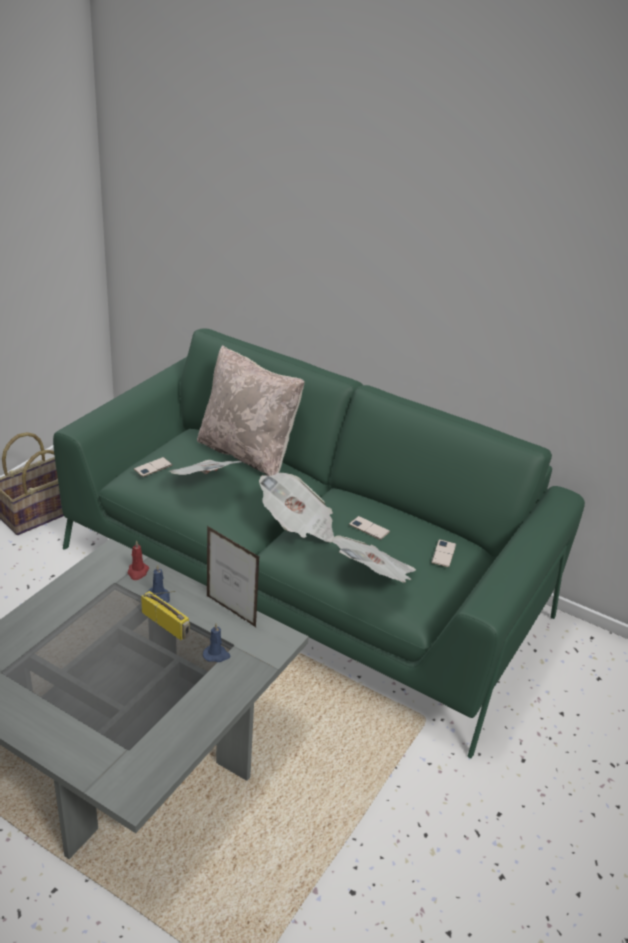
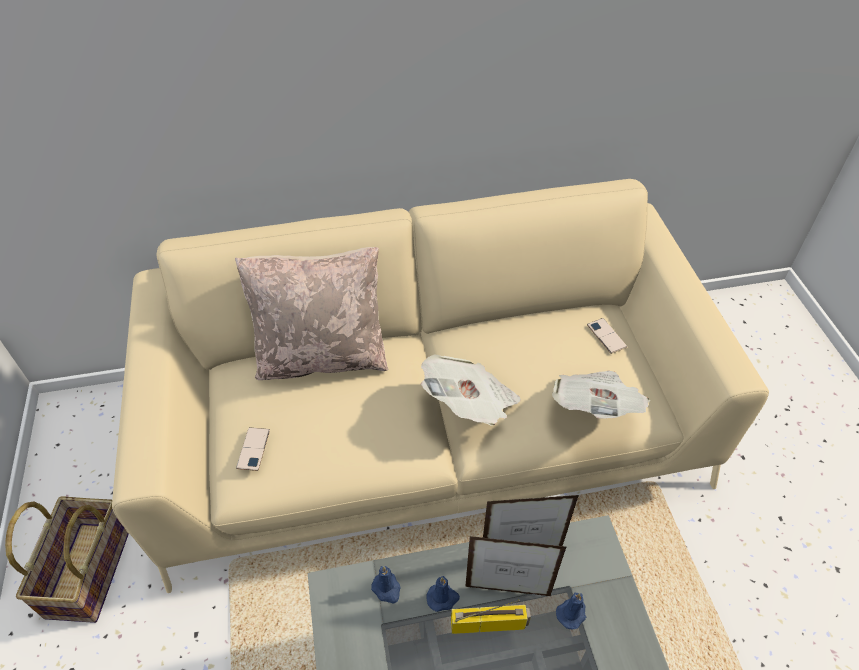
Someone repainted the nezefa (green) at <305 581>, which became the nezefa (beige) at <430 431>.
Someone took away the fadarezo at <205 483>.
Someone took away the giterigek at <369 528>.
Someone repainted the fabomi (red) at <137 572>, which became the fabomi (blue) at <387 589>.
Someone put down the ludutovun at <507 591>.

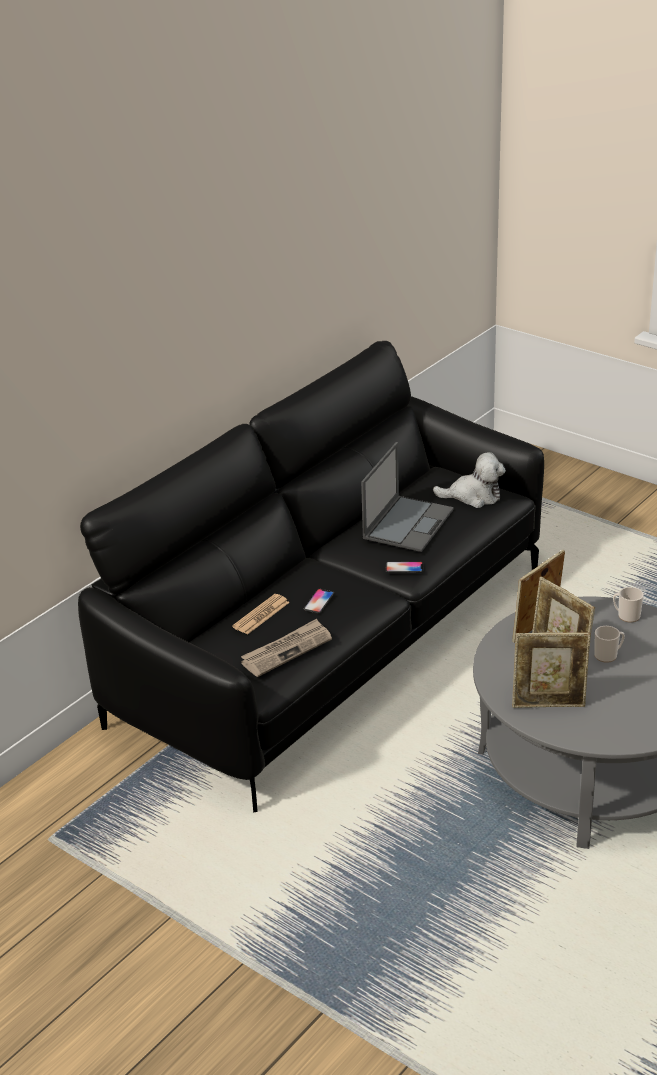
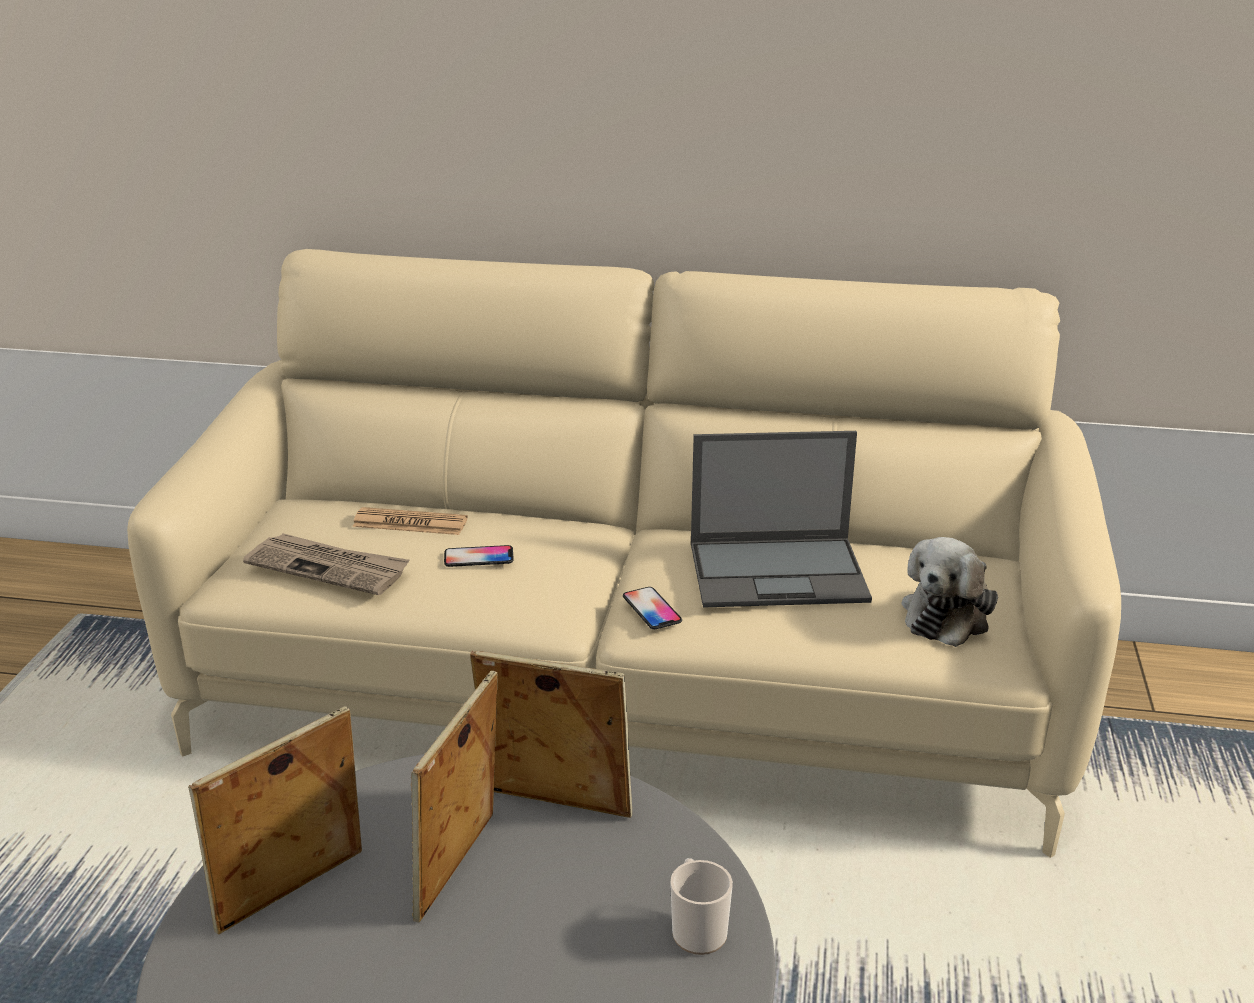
Someone repainted the nezefa (black) at <333 644>, which became the nezefa (beige) at <628 696>.
Someone rotated the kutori at <473 496> by 60 degrees clockwise.
Someone took away the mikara at <608 655>.
Someone rotated the ludutovun at <549 704> by 75 degrees clockwise.

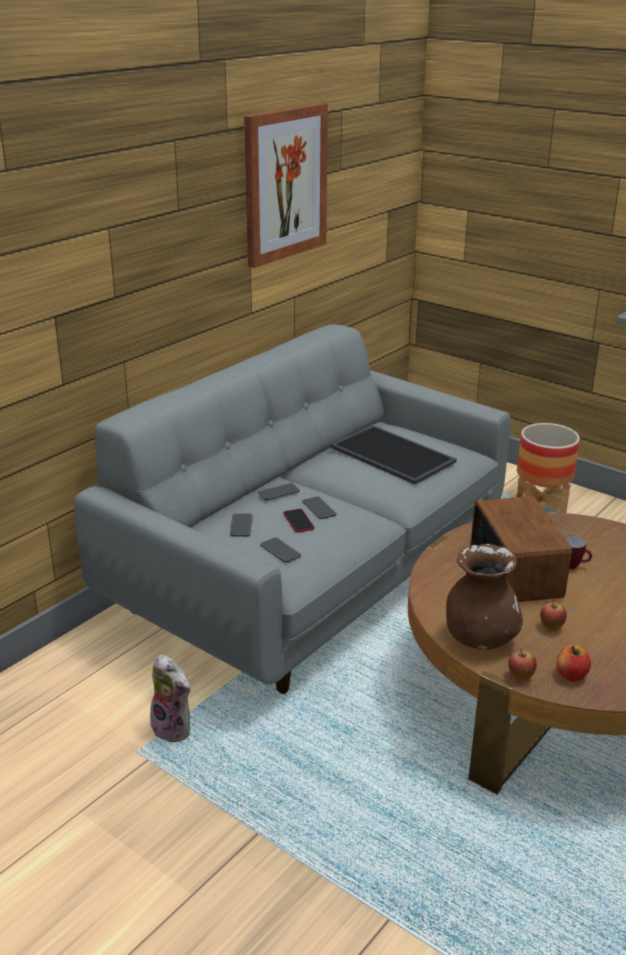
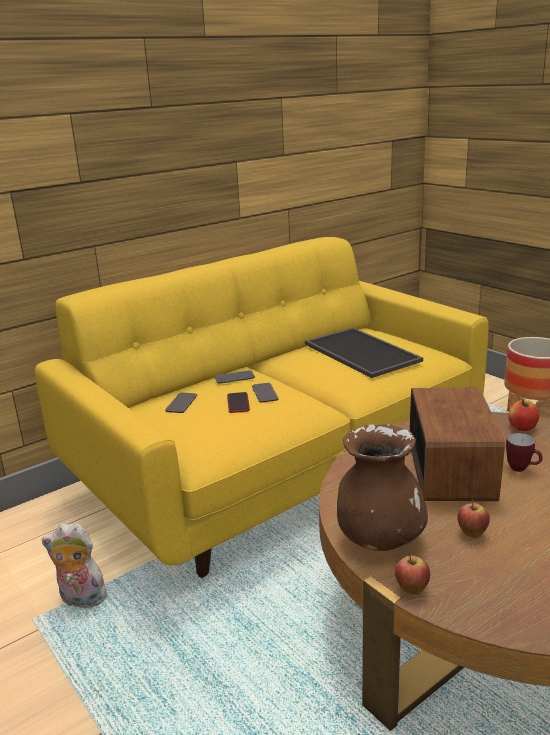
Someone took away the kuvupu at <284 184>.
Someone repainted the nezefa (grey) at <311 575>, which became the nezefa (yellow) at <279 466>.
Someone took away the giterigek at <280 551>.
Someone carried the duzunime from <571 675> to <522 427>.
Someone rotated the kutori at <174 728> by 135 degrees clockwise.

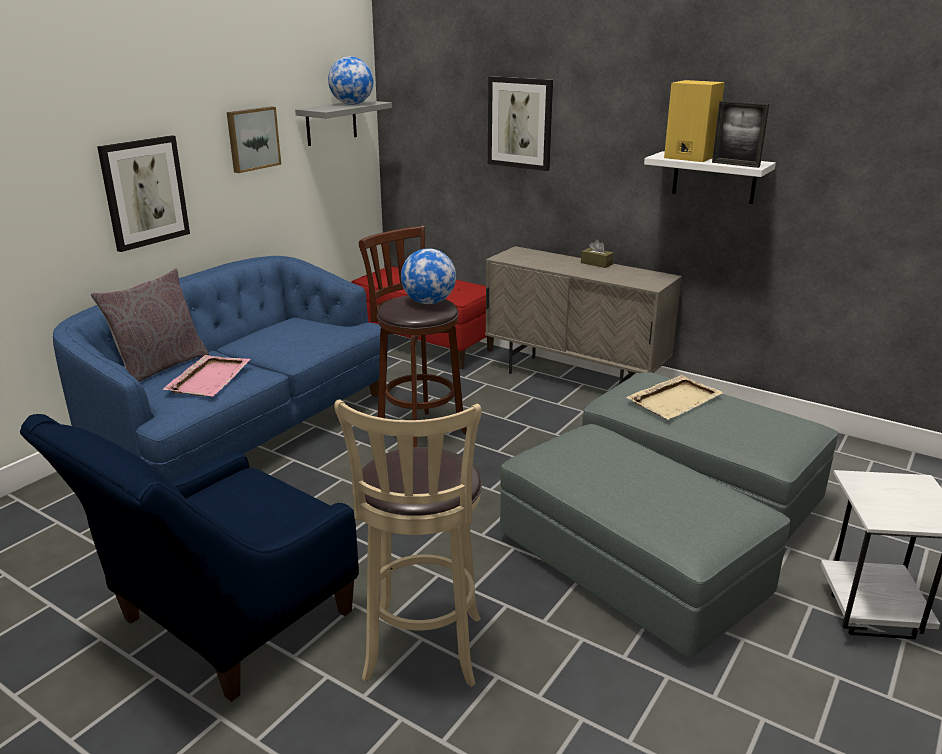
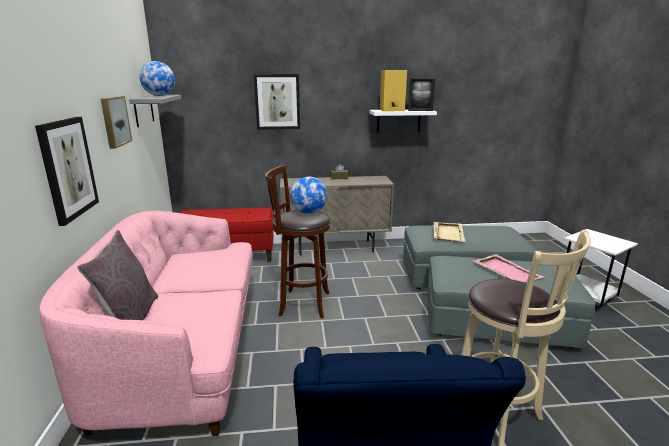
Someone repainted the nezefa (blue) at <244 430>, which became the nezefa (pink) at <183 349>.
Someone carried the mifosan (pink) from <209 378> to <506 271>.

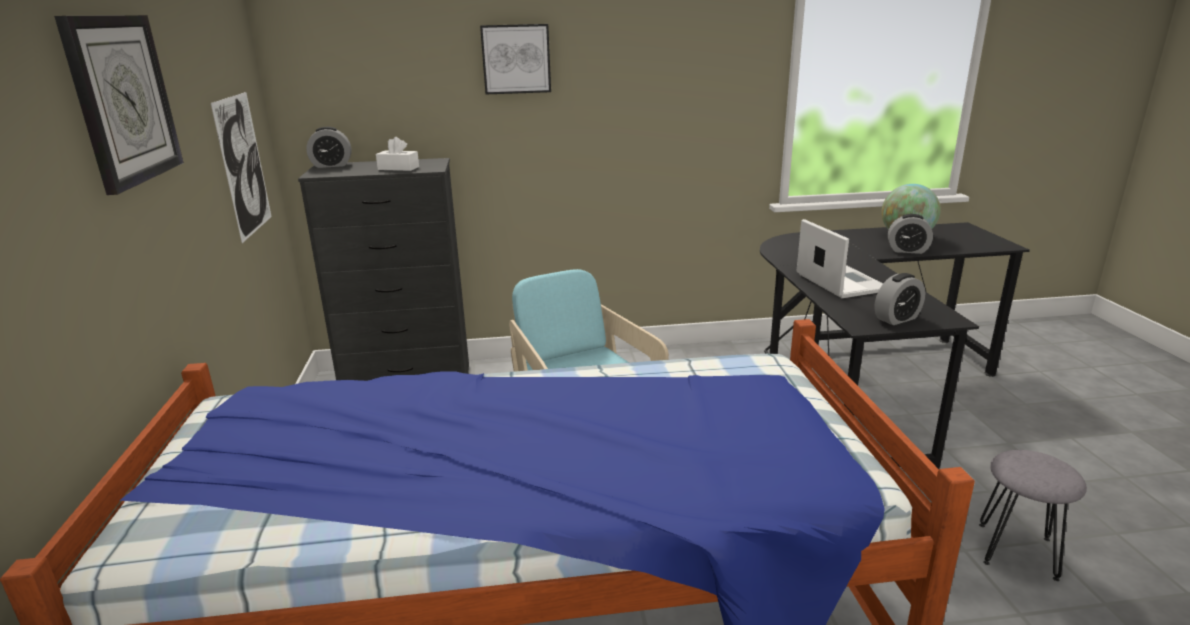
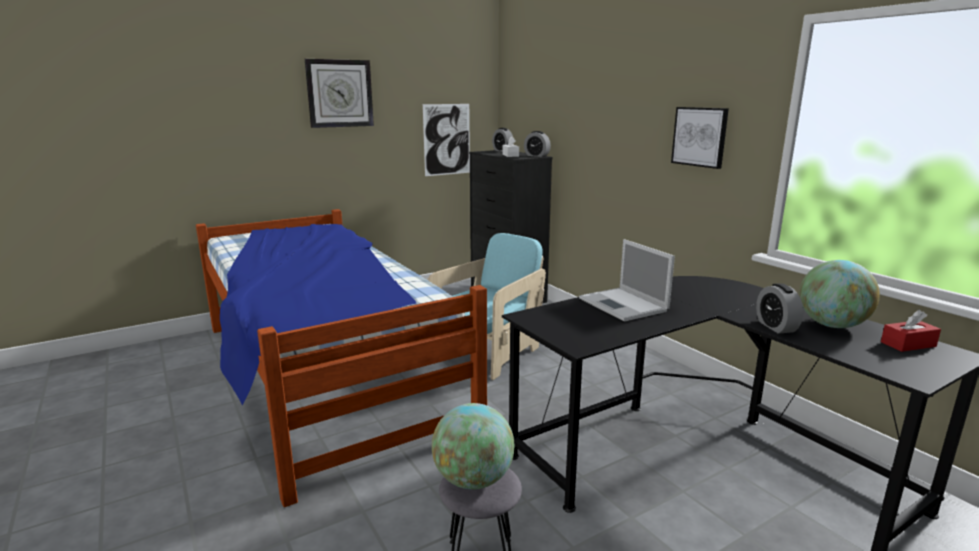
Someone carried the kuvupu from <516 59> to <700 137>.
Someone rotated the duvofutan at <840 282> by 105 degrees clockwise.
Someone carried the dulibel from <897 319> to <536 156>.
Someone put down the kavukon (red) at <908 344>.
Someone put down the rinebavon at <473 480>.

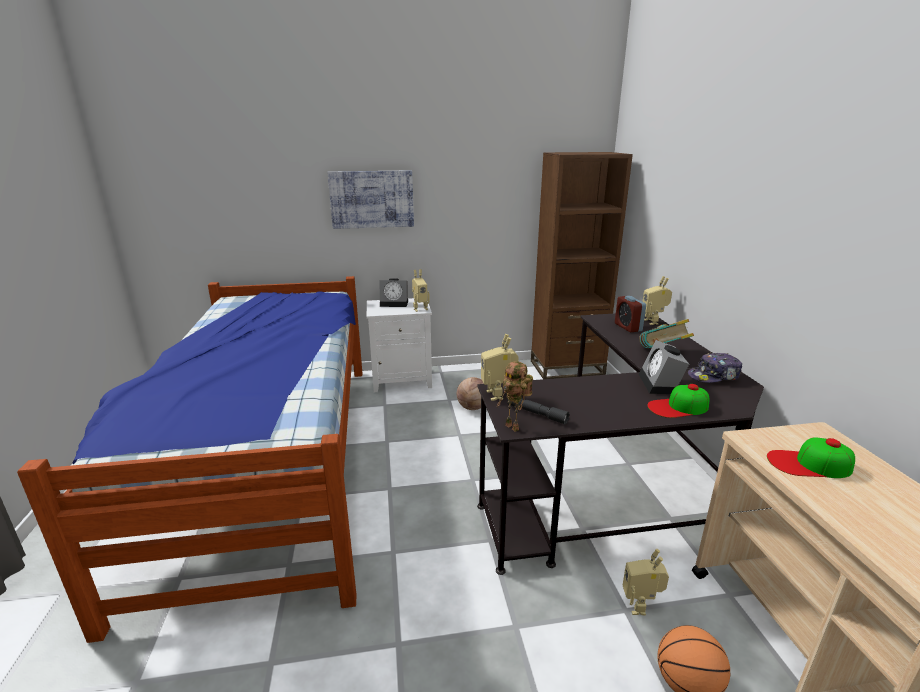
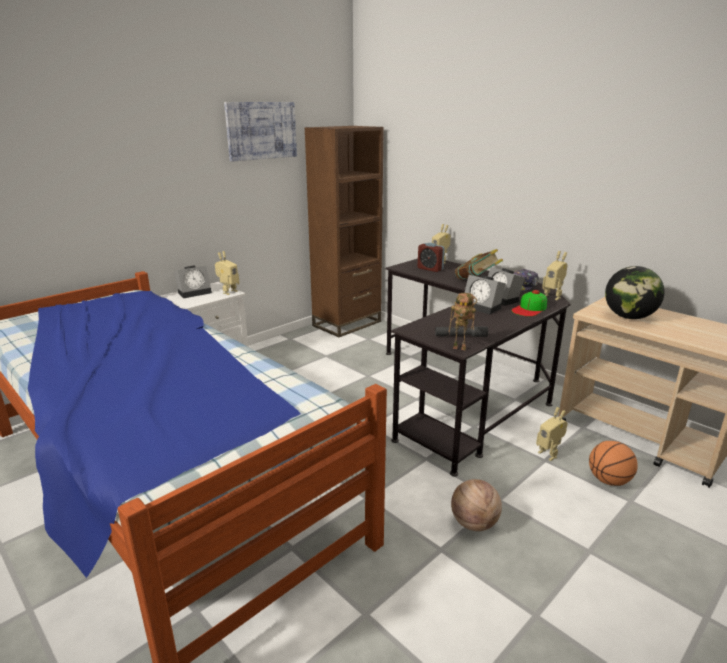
Someone carried the kuvupu from <372 199> to <261 130>.
Someone carried the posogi from <498 394> to <553 296>.
Someone carried the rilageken from <472 408> to <474 524>.
Someone swapped the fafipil at <809 464> for the rinebavon at <629 317>.
Someone put down the dulibel at <483 307>.

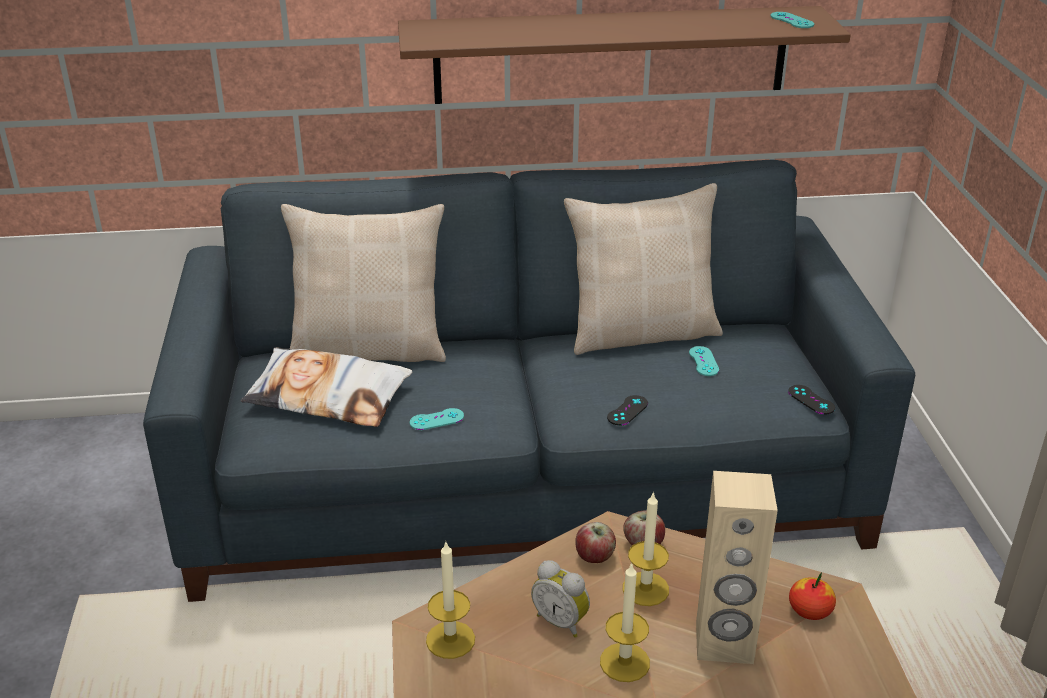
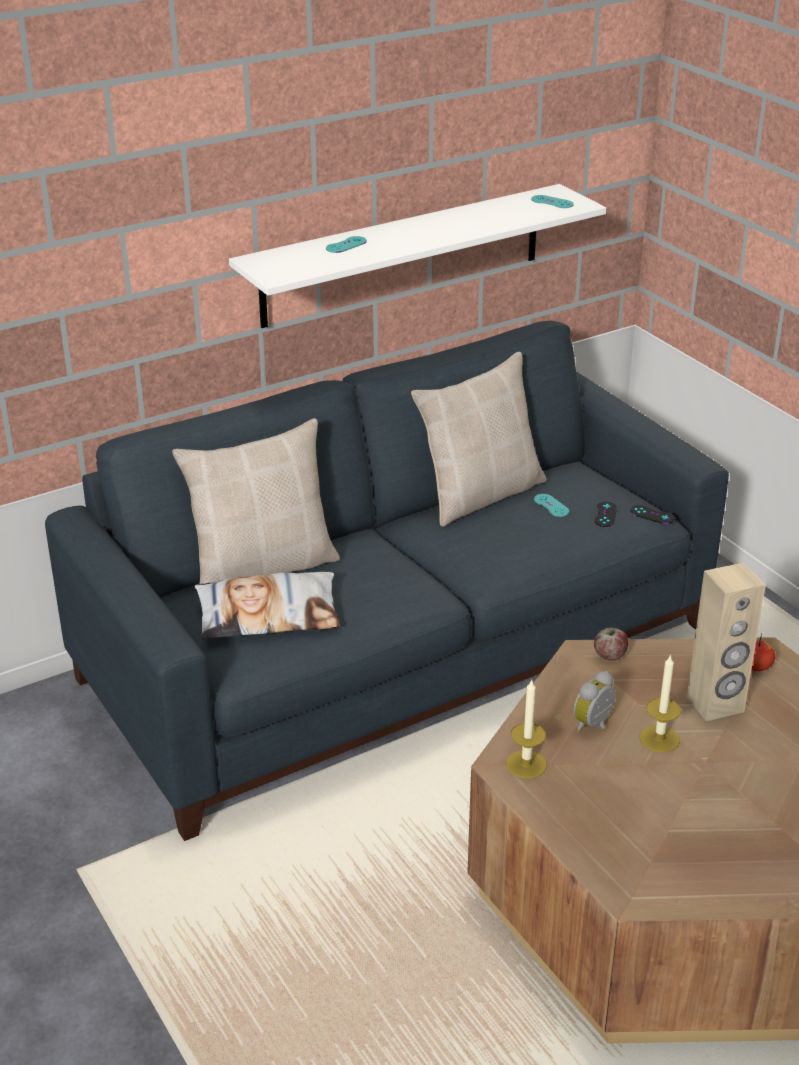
Someone repainted the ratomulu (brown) at <611 55>, which became the ratomulu (white) at <403 255>.
Someone carried the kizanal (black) from <627 410> to <605 514>.
Someone carried the kizanal (turquoise) from <436 419> to <346 245>.
Someone took away the fabomi at <645 589>.
Someone took away the duzunime at <595 556>.
Someone rotated the dulibel at <562 621> by 120 degrees clockwise.

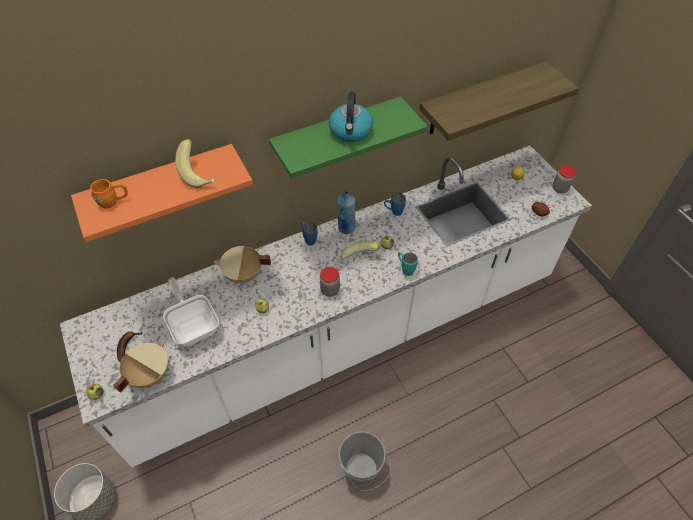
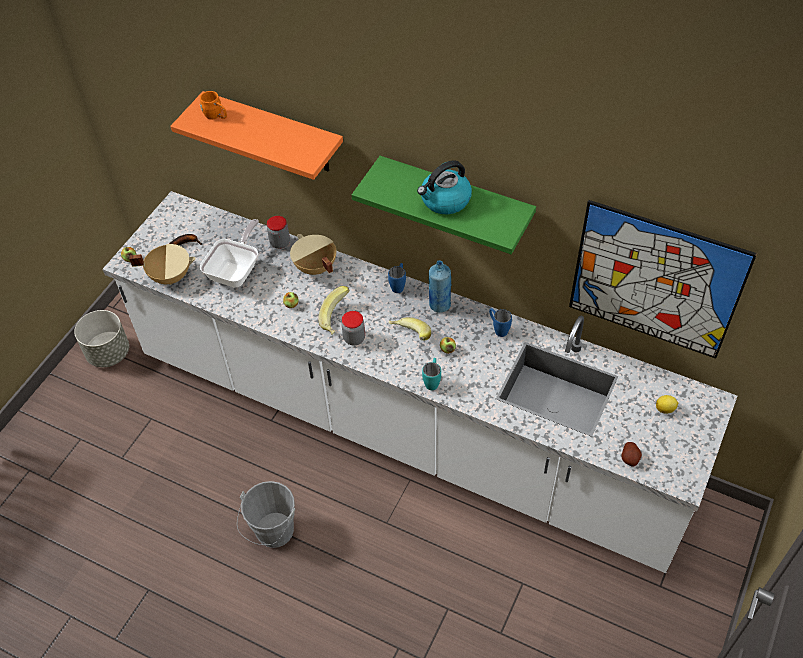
Someone swapped the ratomulu at <481 99> for the kuvupu at <655 281>.
Someone carried the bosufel from <199 174> to <337 318>.
Someone carried the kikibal from <560 188> to <280 243>.

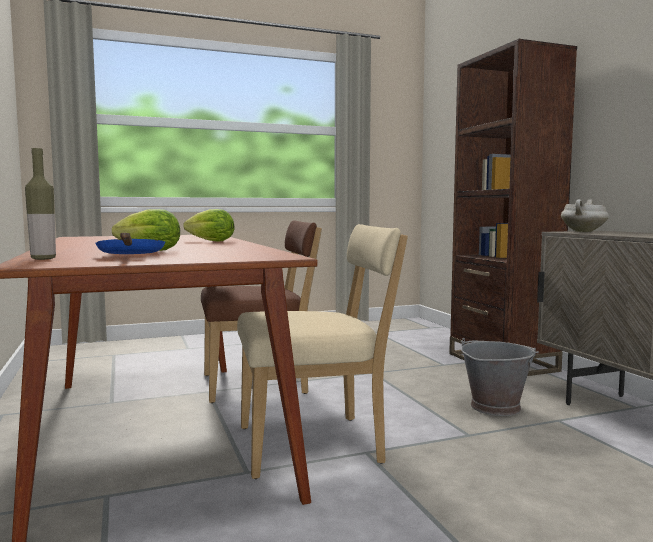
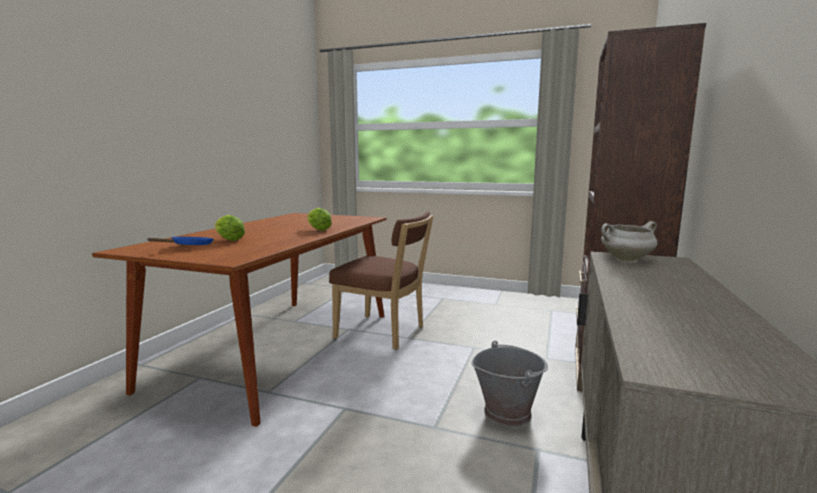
Someone took away the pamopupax at <43 259>.
Someone took away the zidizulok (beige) at <317 444>.

